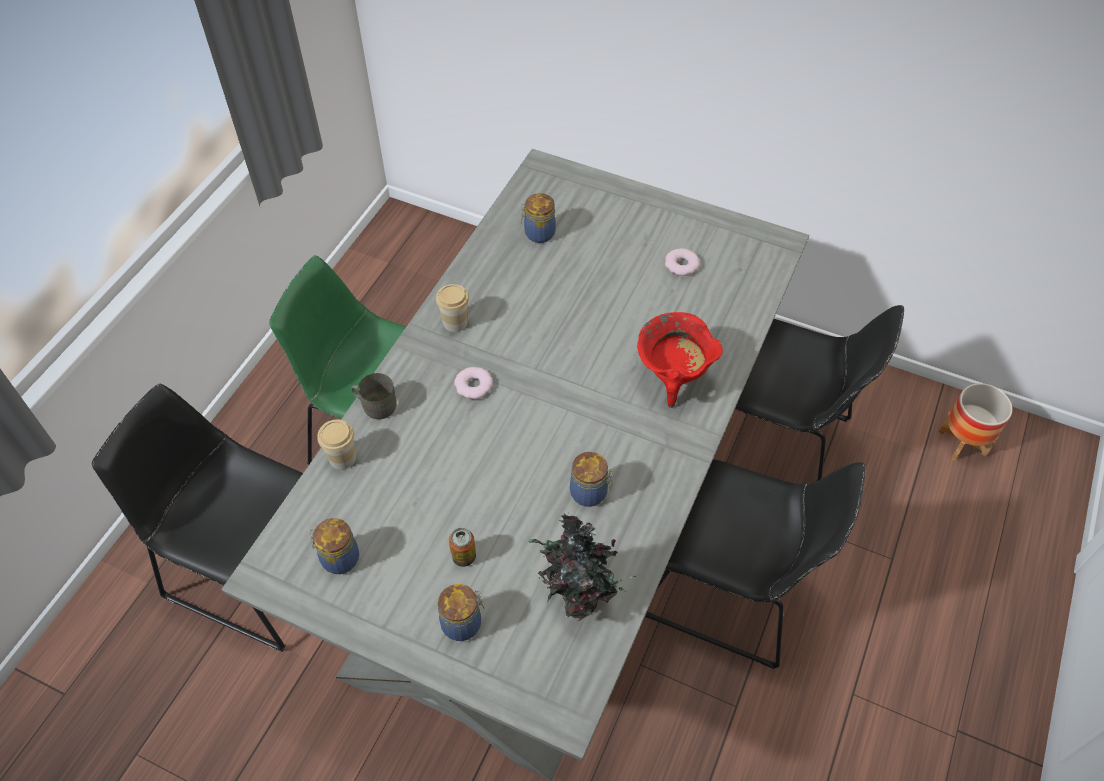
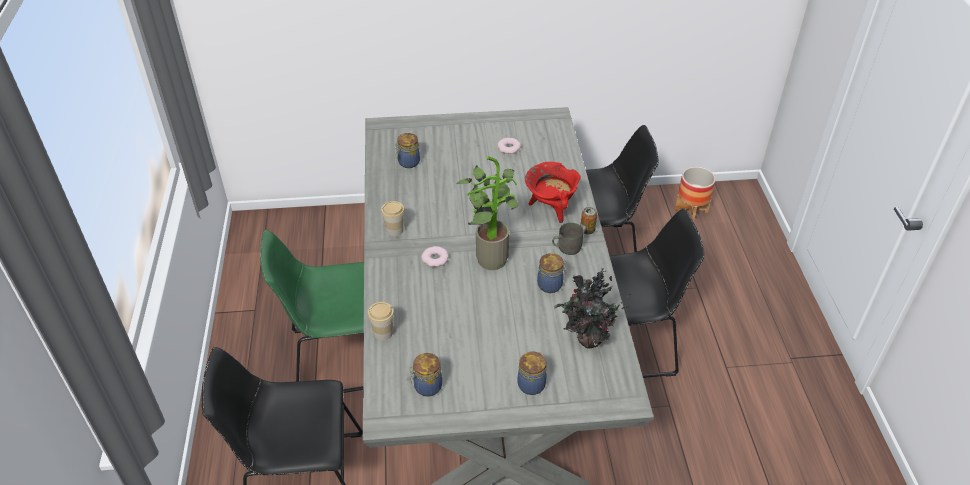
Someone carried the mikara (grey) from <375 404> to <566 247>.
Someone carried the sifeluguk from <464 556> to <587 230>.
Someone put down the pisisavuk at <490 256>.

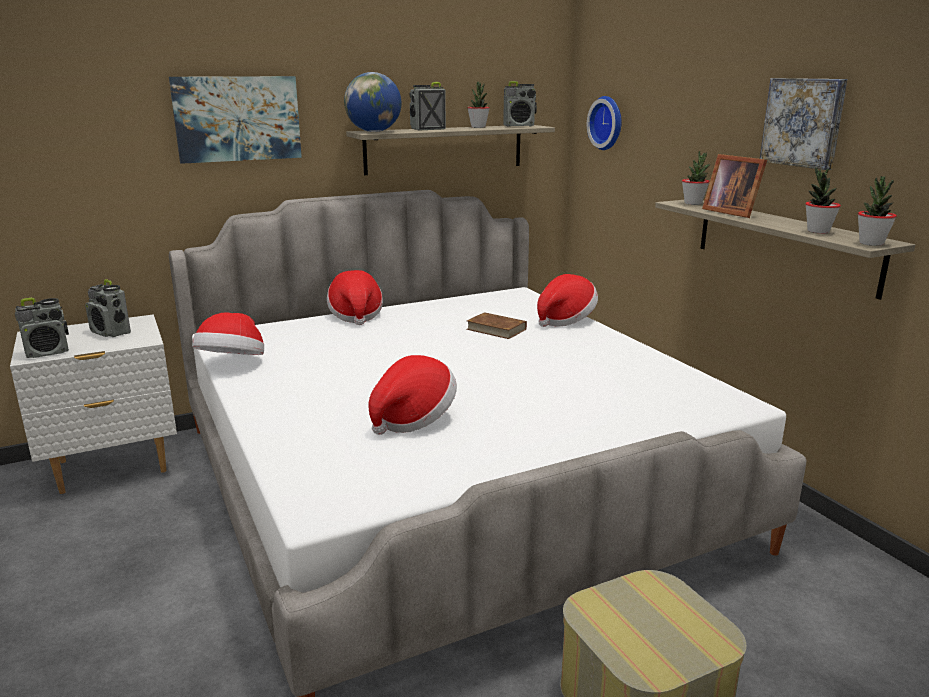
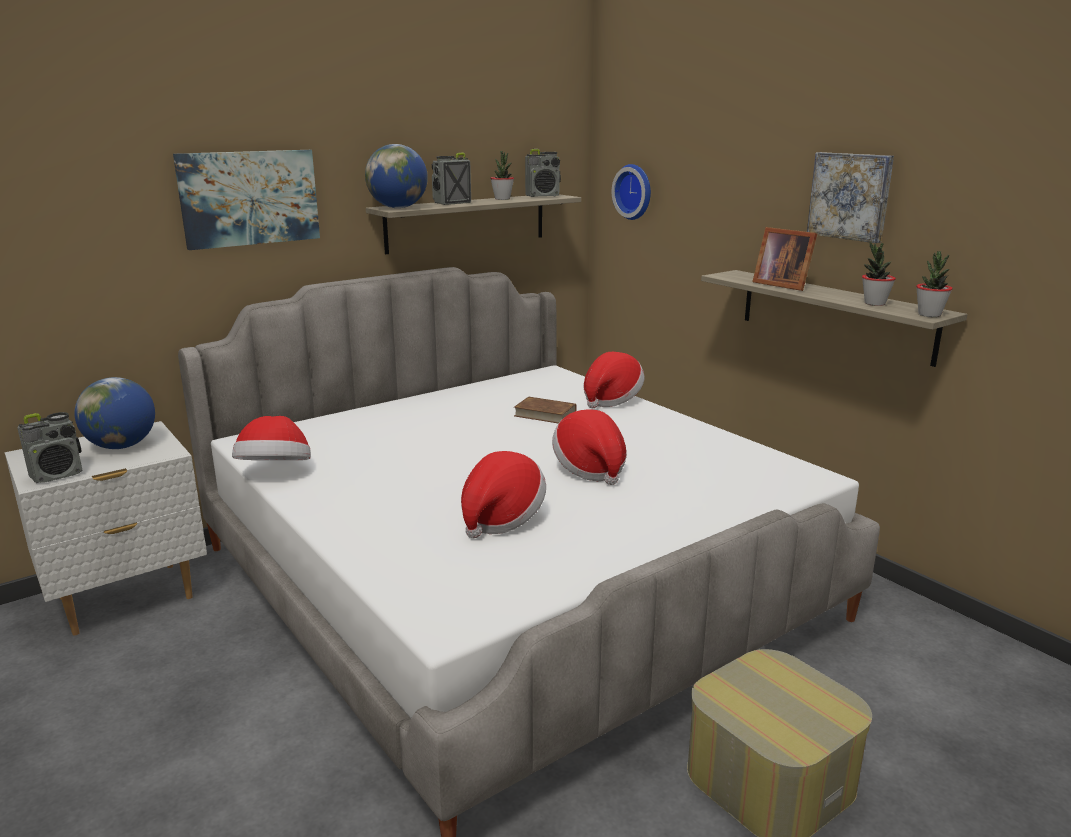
Someone took away the pisisavuk at <693 203>.
Someone carried the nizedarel from <355 315> to <590 469>.
Someone swapped the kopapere at <111 332> for the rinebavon at <122 446>.

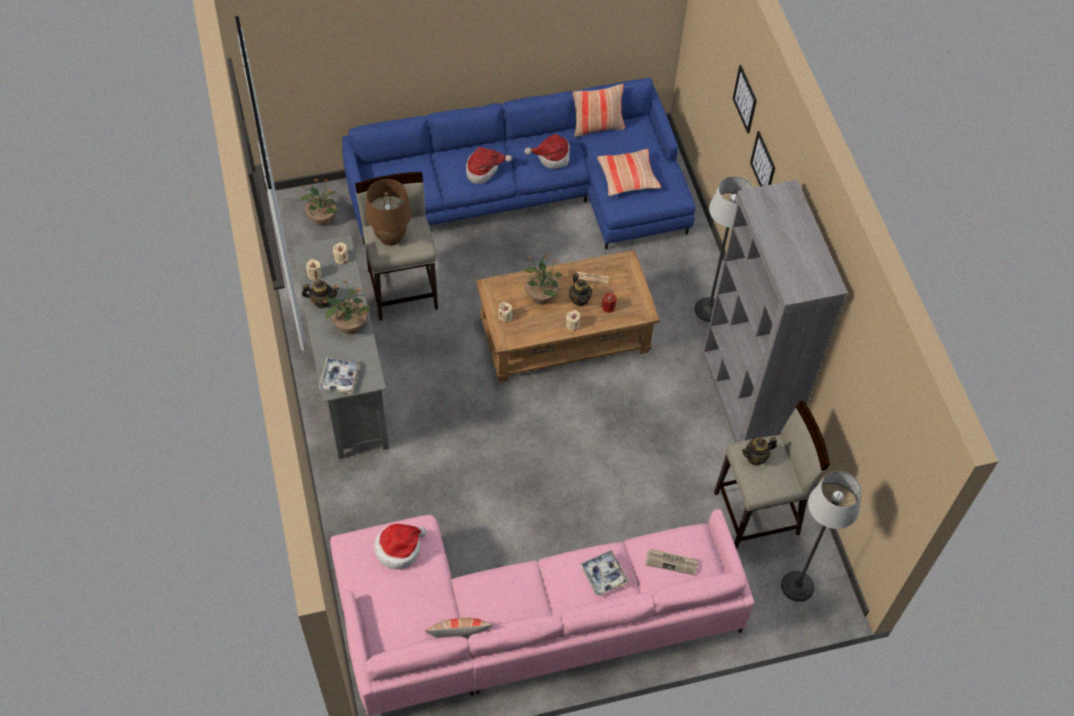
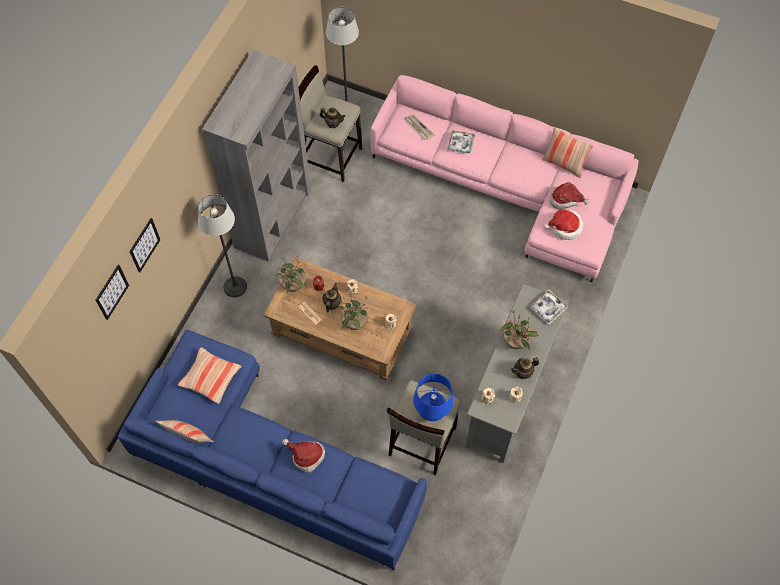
Someone carried the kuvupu from <763 165> to <111 292>.
Someone carried the nizedarel from <551 157> to <565 200>.
Someone carried the pisisavuk from <322 218> to <293 285>.
Someone repainted the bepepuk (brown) at <390 236>, which became the bepepuk (blue) at <432 412>.
Someone rotated the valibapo at <322 301> by 60 degrees counterclockwise.

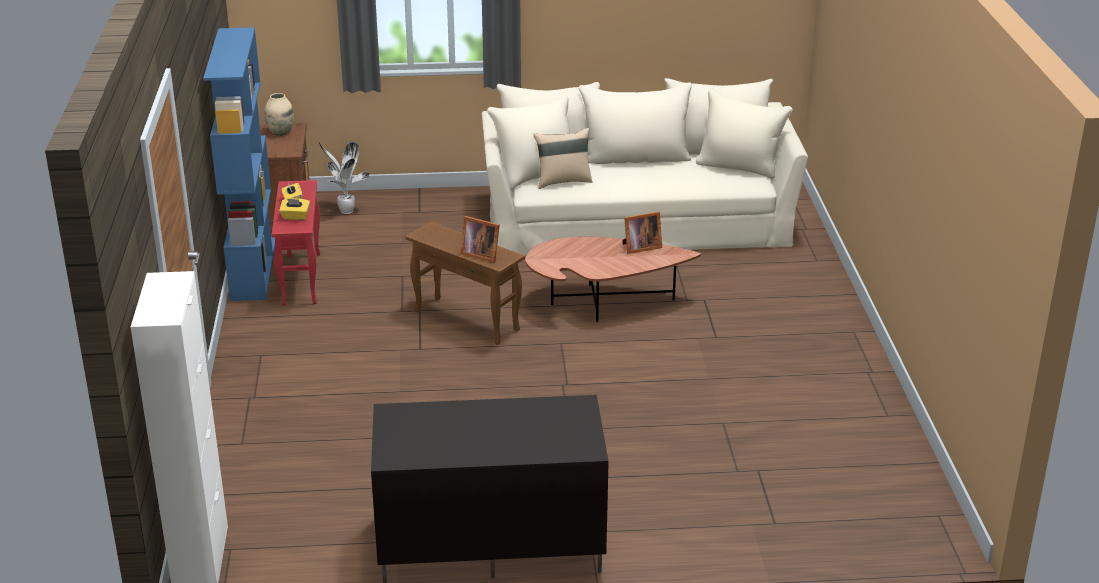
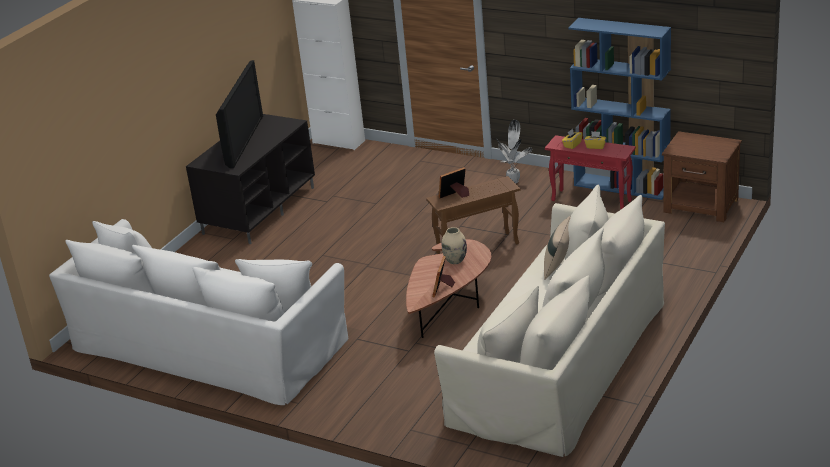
Someone carried the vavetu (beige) from <280 132> to <455 260>.
Someone carried the pisisavuk from <345 211> to <514 181>.
Someone put down the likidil at <242 141>.
Someone put down the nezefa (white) at <209 343>.

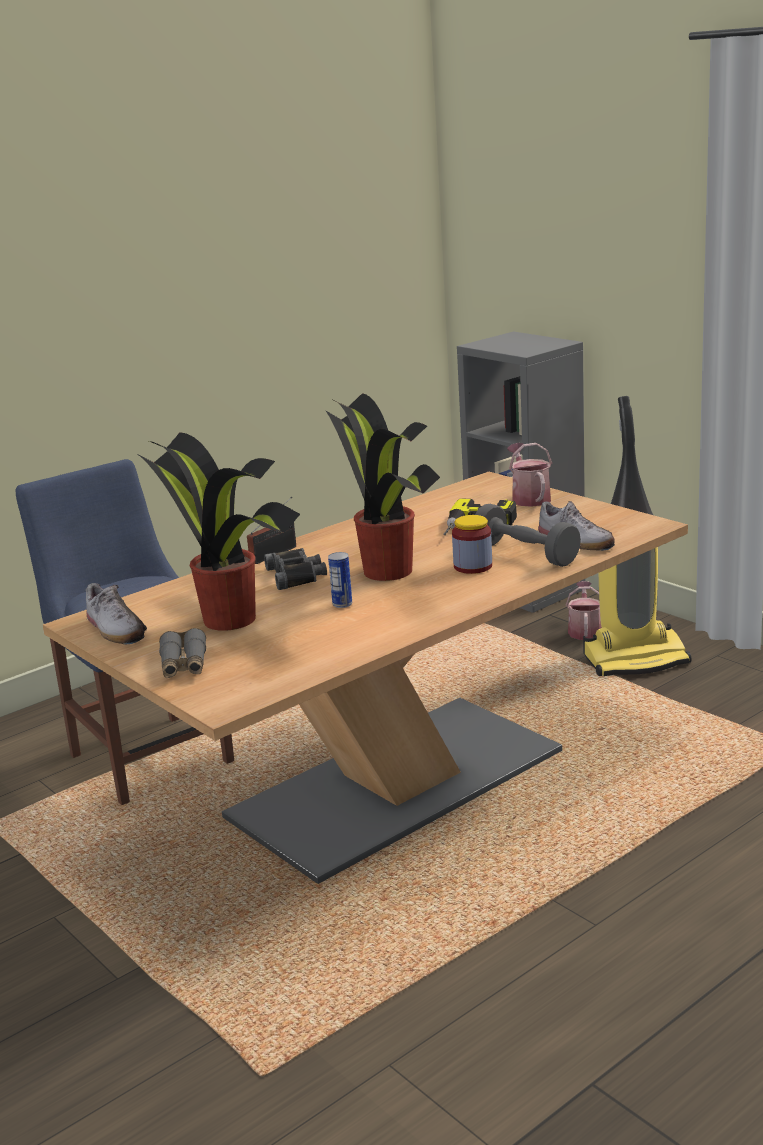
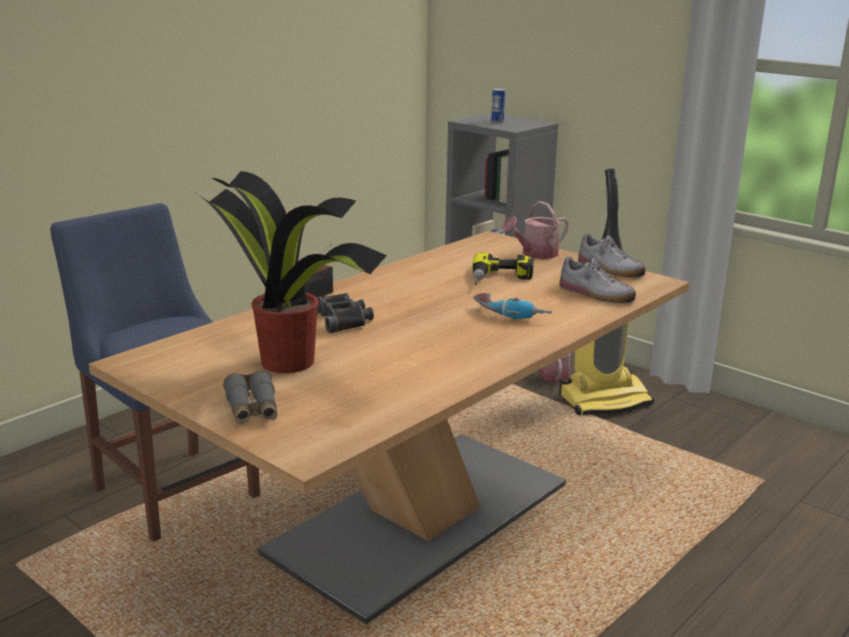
Someone took away the pisisavuk at <389 572>.
Someone rotated the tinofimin at <529 497> by 105 degrees counterclockwise.
Someone took away the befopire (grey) at <525 554>.
Someone swapped the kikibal at <473 566> for the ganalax at <511 315>.
Someone carried the sifeluguk from <342 604> to <497 122>.
Someone carried the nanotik from <115 629> to <610 269>.

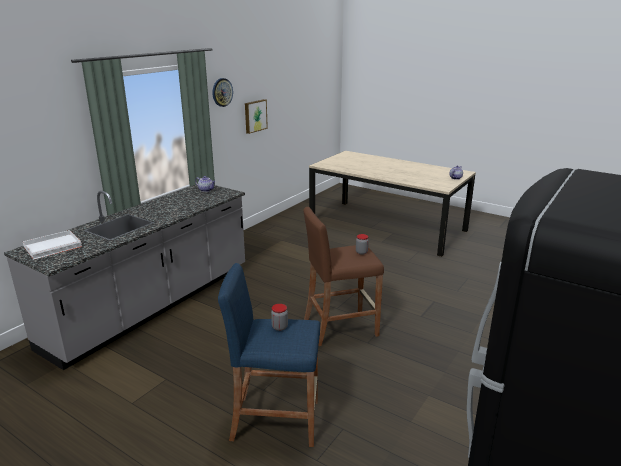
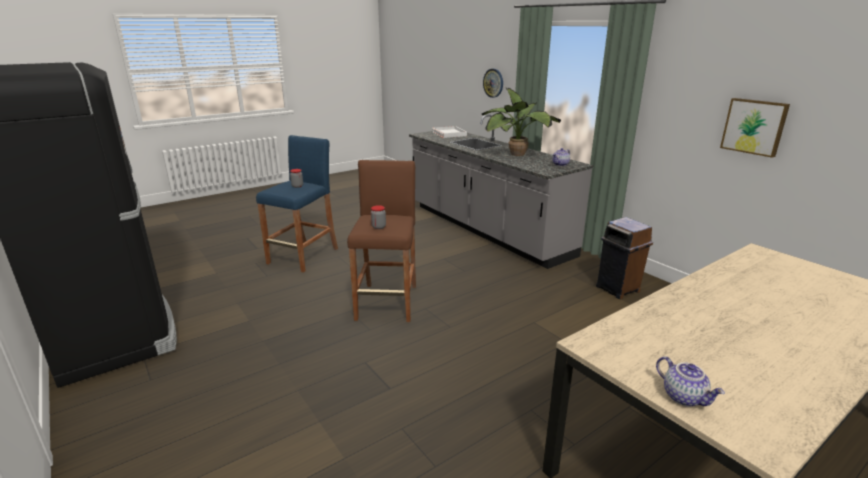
Someone carried the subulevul from <222 92> to <493 83>.
Someone put down the pisisavuk at <517 155>.
Someone put down the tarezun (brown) at <618 289>.

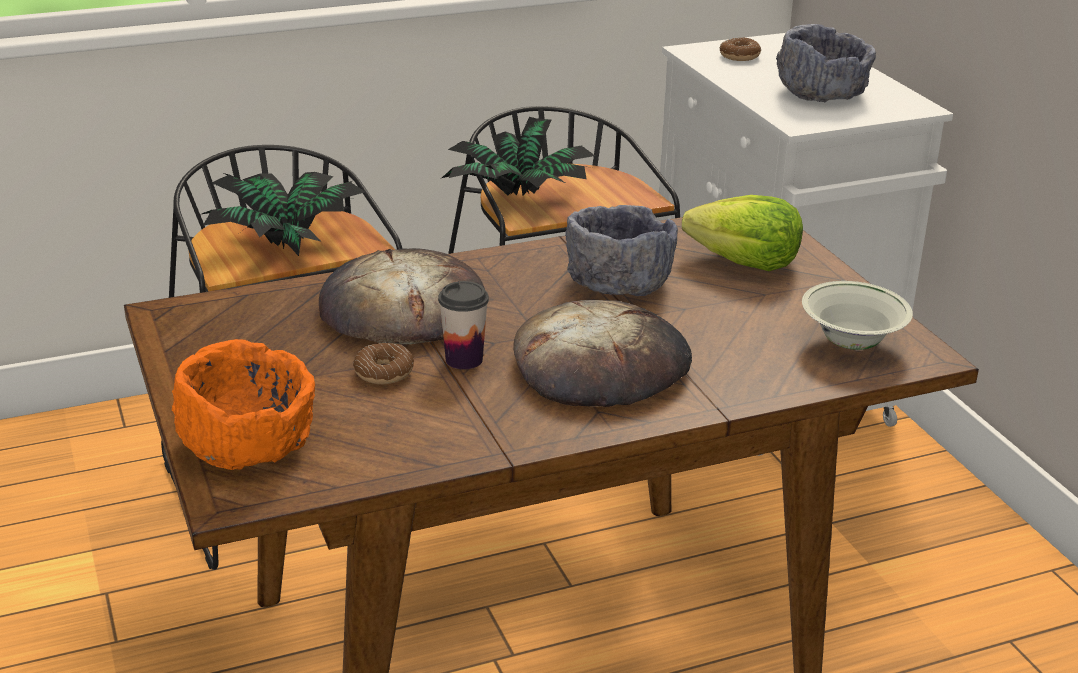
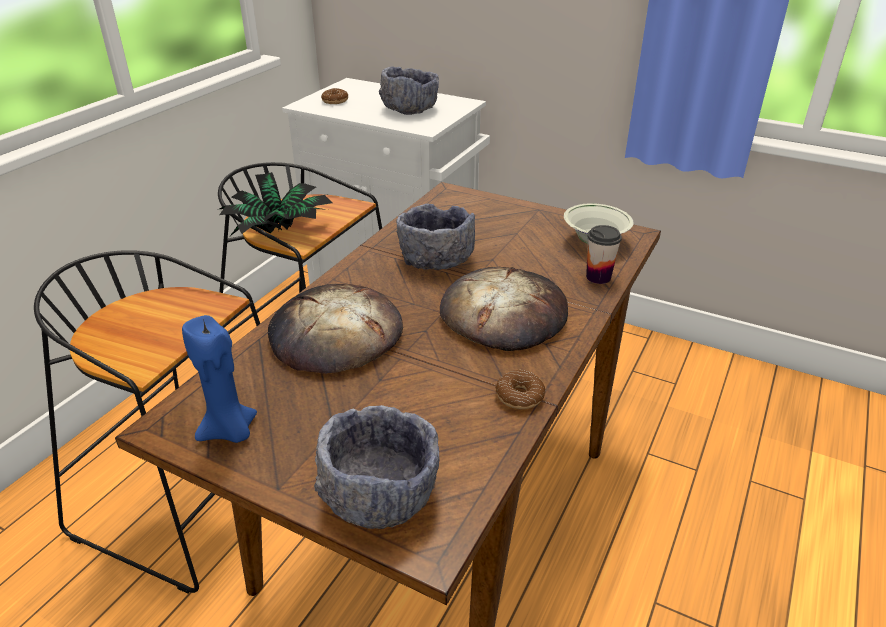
Someone took away the pisisavuk at <289 243>.
Someone took away the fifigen at <745 262>.
Someone carried the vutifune from <464 360> to <598 277>.
Someone repainted the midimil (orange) at <248 443>, which became the midimil (grey) at <379 493>.
Someone carried the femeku from <384 372> to <519 396>.
Someone put down the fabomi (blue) at <230 432>.

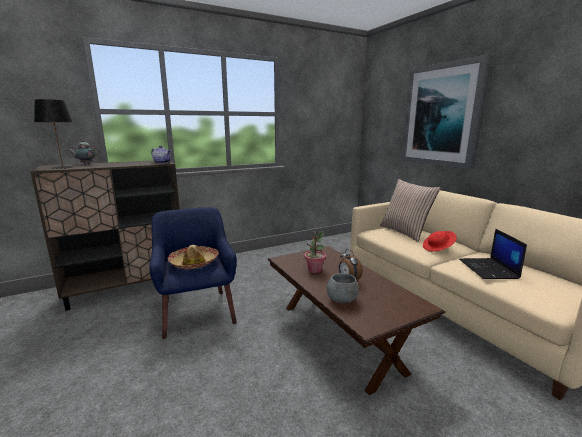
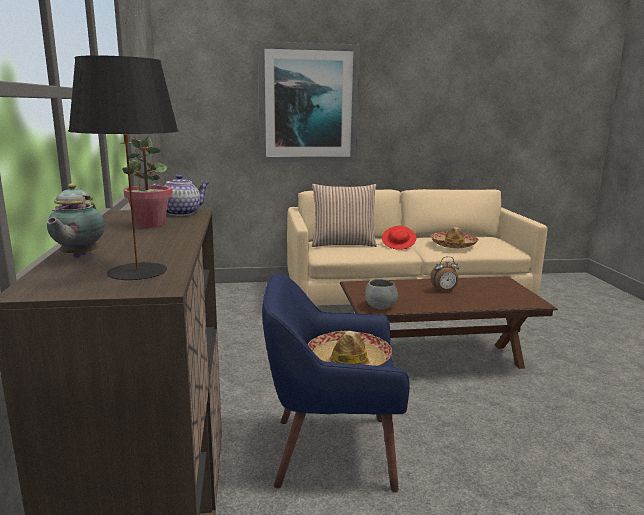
Someone swapped the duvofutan at <488 269> for the nizedarel at <453 245>.
Someone carried the pisisavuk from <314 270> to <150 225>.
Someone carried the midimil (grey) from <342 300> to <380 307>.

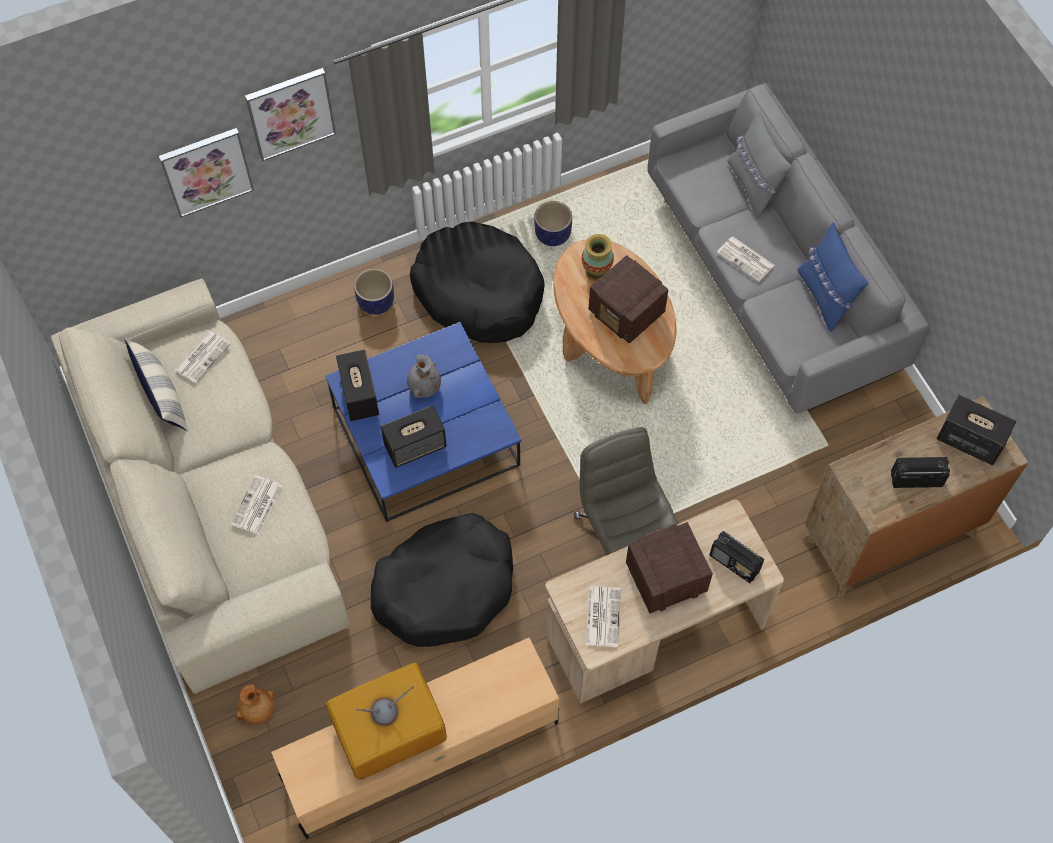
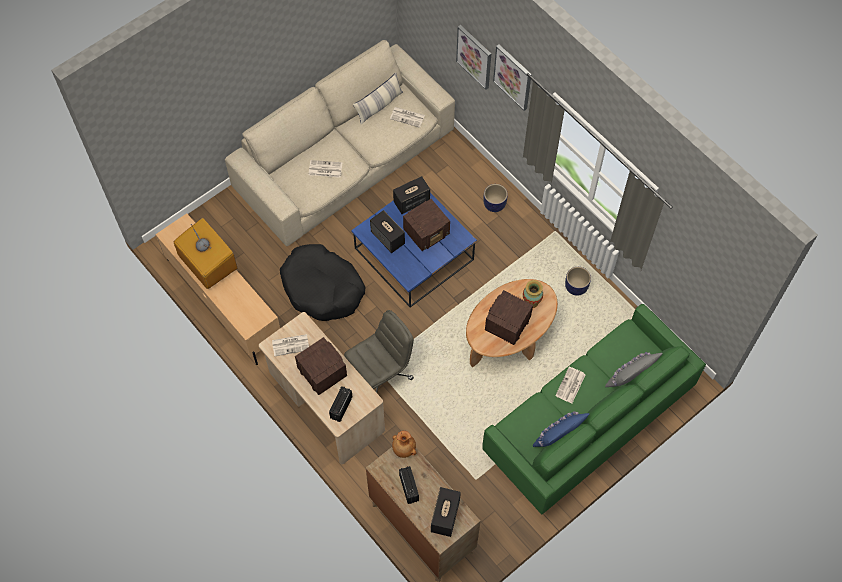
Someone repainted the nezefa (grey) at <769 281>, which became the nezefa (green) at <586 422>.
Someone took away the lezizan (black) at <478 292>.
Someone swapped the vavetu (grey) at <424 386> for the kopapere at <427 232>.
Someone carried the vavetu (brown) from <258 710> to <403 449>.

